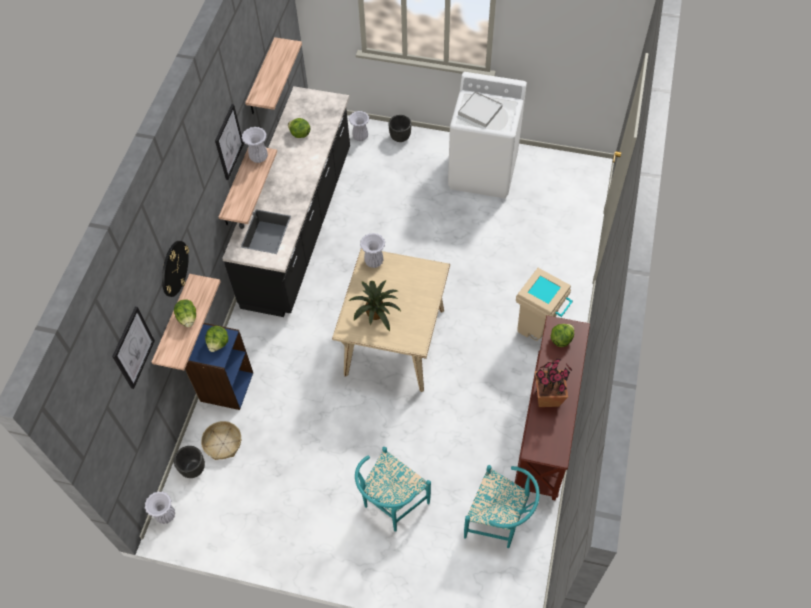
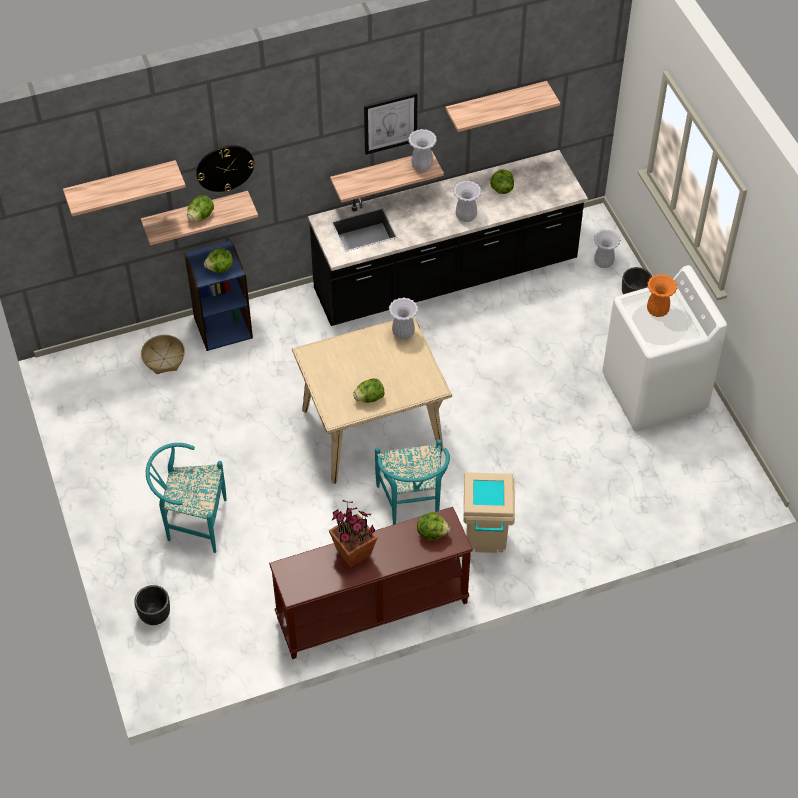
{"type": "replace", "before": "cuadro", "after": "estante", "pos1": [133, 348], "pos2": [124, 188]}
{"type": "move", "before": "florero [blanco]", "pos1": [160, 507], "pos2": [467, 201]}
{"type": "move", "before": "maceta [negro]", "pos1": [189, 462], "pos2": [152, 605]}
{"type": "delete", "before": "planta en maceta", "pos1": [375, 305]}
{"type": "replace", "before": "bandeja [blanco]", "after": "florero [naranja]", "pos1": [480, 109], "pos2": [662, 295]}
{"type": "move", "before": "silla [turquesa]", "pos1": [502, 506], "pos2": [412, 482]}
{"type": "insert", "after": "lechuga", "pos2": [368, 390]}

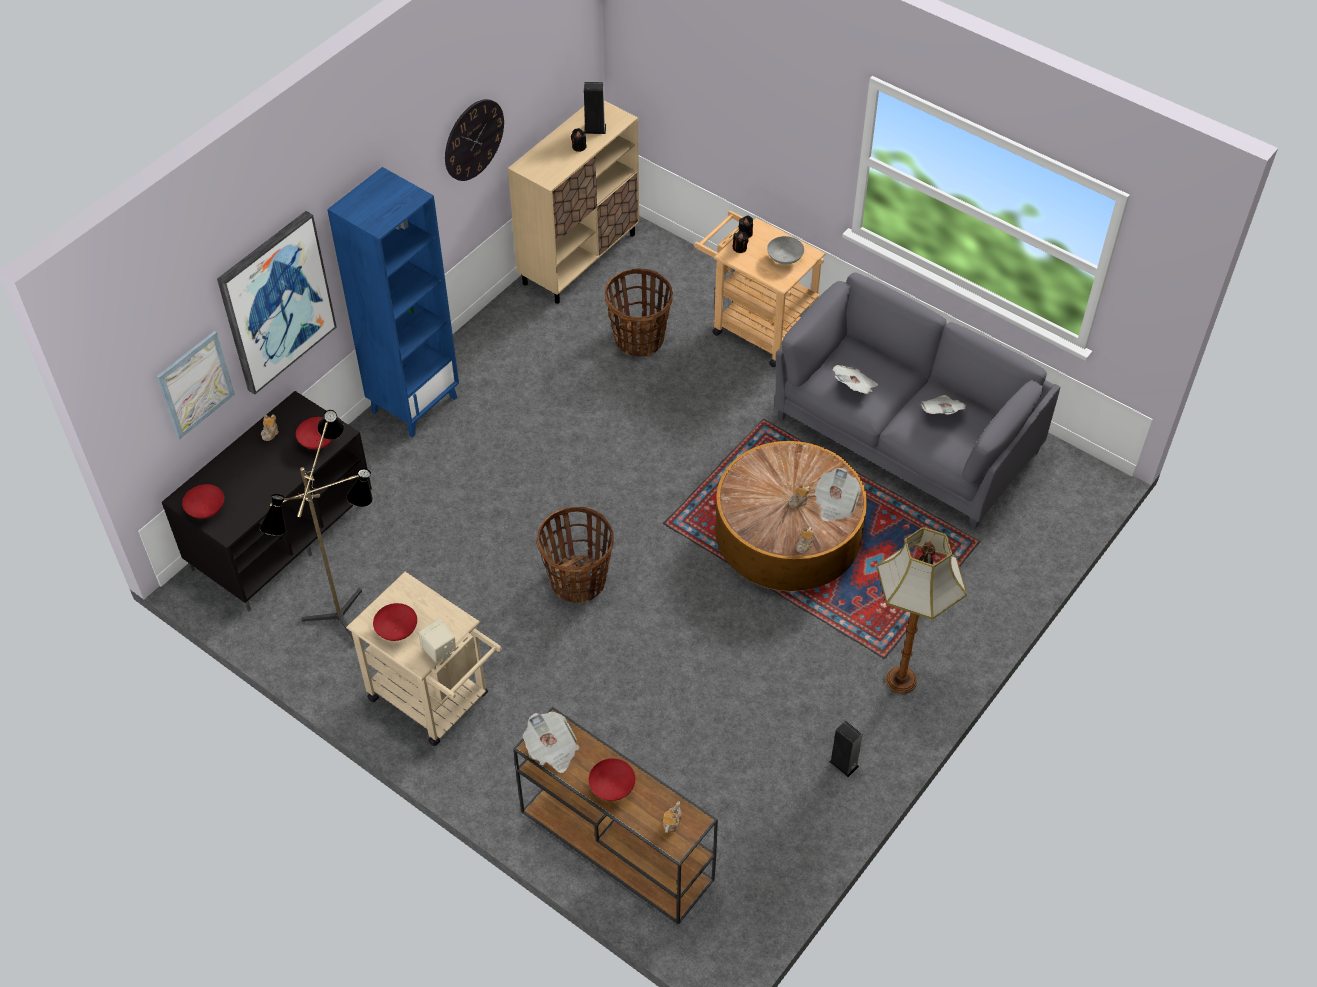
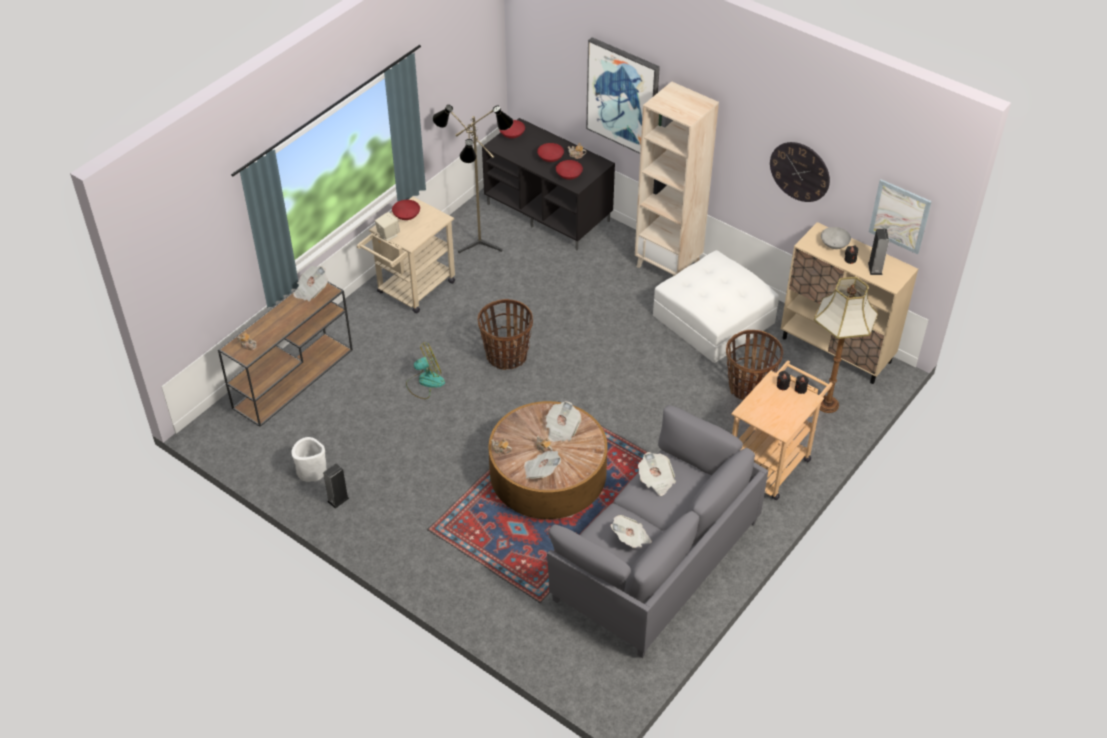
{"type": "move", "before": "cuadro", "pos1": [196, 385], "pos2": [900, 216]}
{"type": "recolor", "before": "estantería [azul]", "after": "estantería [beis]", "pos1": [393, 302], "pos2": [677, 178]}
{"type": "move", "before": "cuenco [rojo]", "pos1": [612, 780], "pos2": [550, 152]}
{"type": "move", "before": "cuenco [gris]", "pos1": [785, 250], "pos2": [836, 238]}
{"type": "move", "before": "lámpara de pie", "pos1": [922, 610], "pos2": [846, 345]}
{"type": "insert", "after": "maceta [blanco]", "pos2": [309, 459]}
{"type": "insert", "after": "ventilador", "pos2": [425, 371]}
{"type": "insert", "after": "periódico", "pos2": [563, 421]}
{"type": "insert", "after": "puf [blanco]", "pos2": [716, 306]}

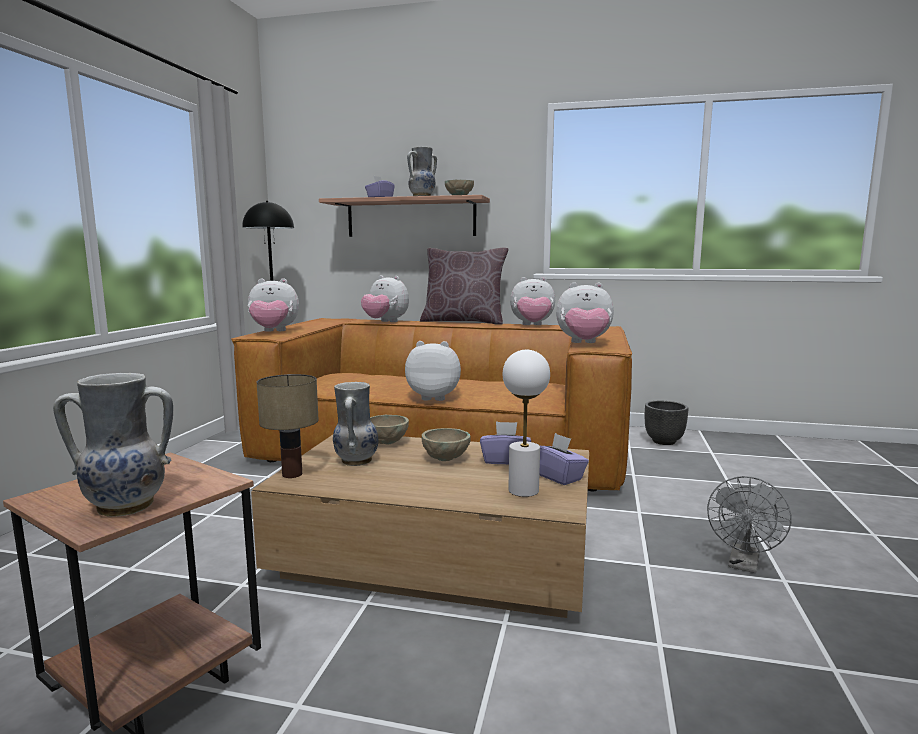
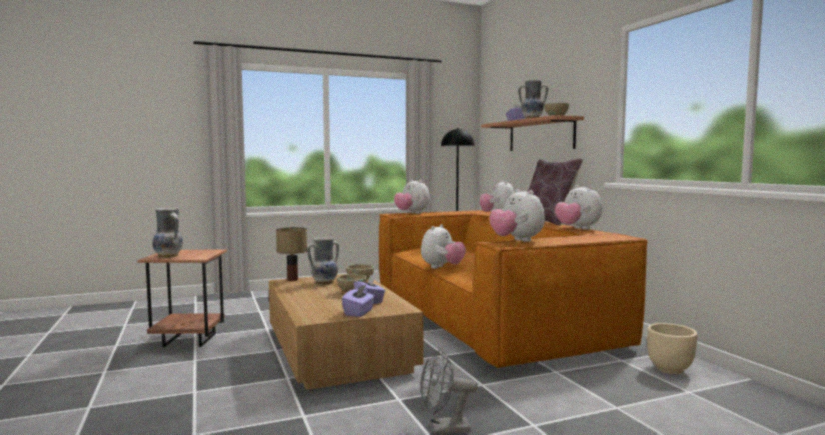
{"type": "rotate", "before": "peluche", "pos1": [433, 371], "pos2": [443, 246], "turn": 60}
{"type": "delete", "before": "lámpara de mesa [blanco]", "pos1": [526, 423]}
{"type": "recolor", "before": "maceta [negro]", "after": "maceta [beis]", "pos1": [666, 423], "pos2": [672, 348]}

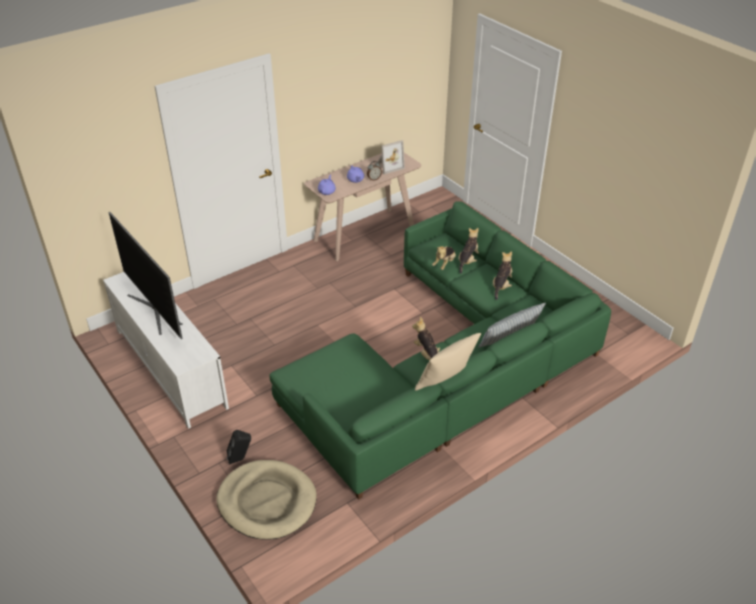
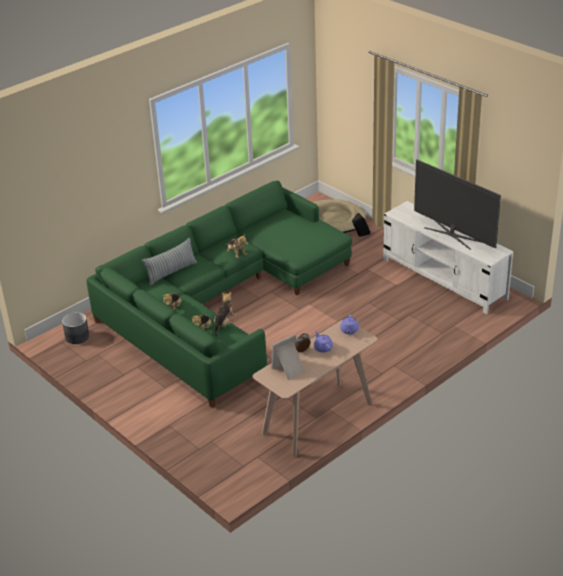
{"type": "delete", "before": "cojín [beis]", "pos1": [448, 361]}
{"type": "insert", "after": "maceta [gris]", "pos2": [75, 328]}

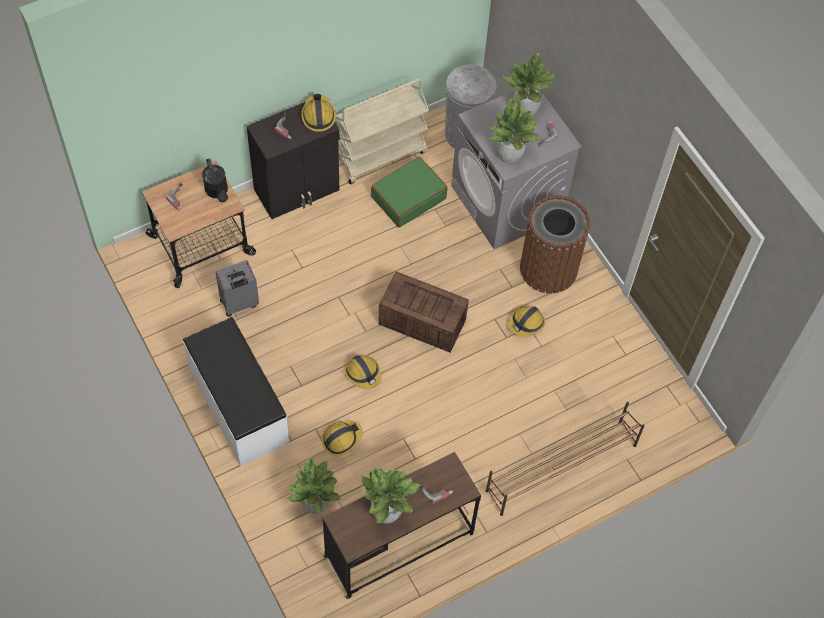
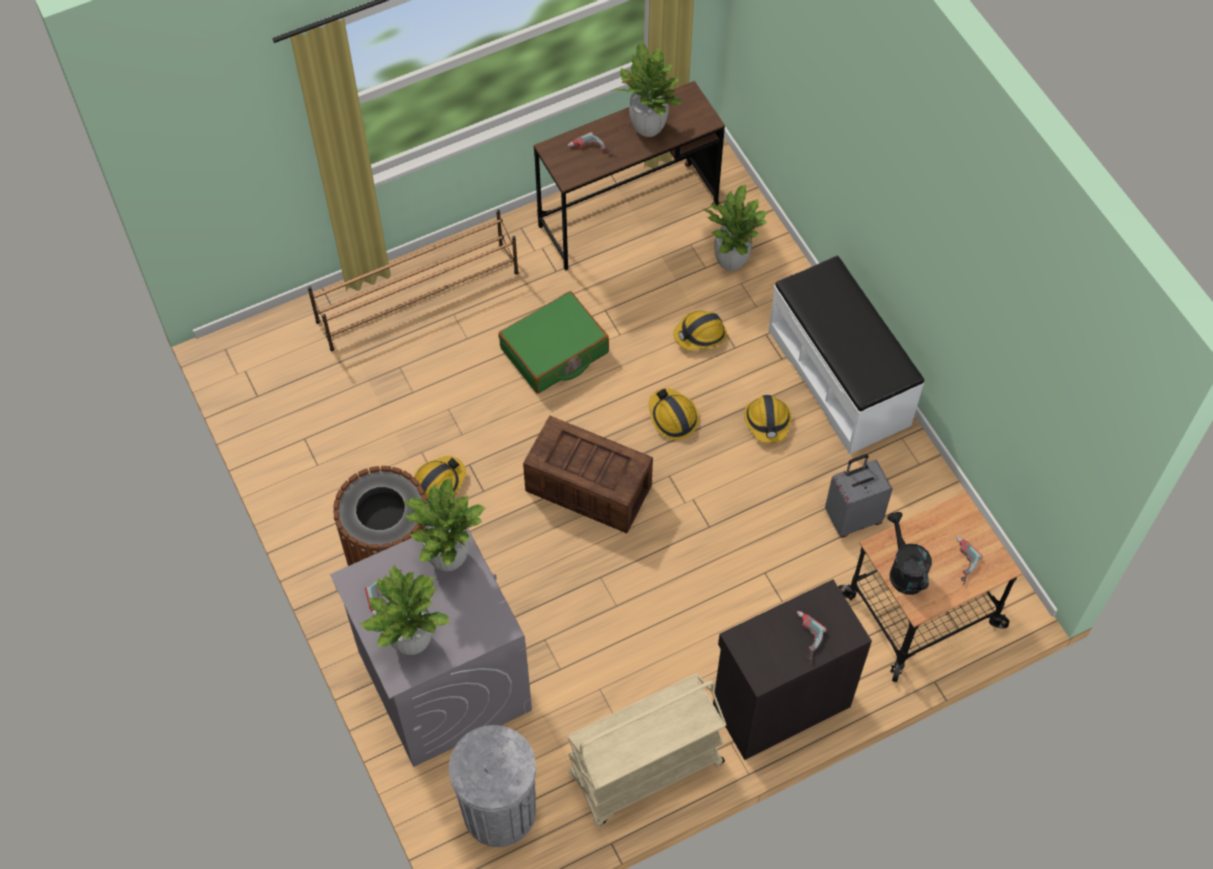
{"type": "move", "before": "casco", "pos1": [318, 113], "pos2": [768, 419]}
{"type": "move", "before": "maleta [verde]", "pos1": [409, 192], "pos2": [554, 342]}

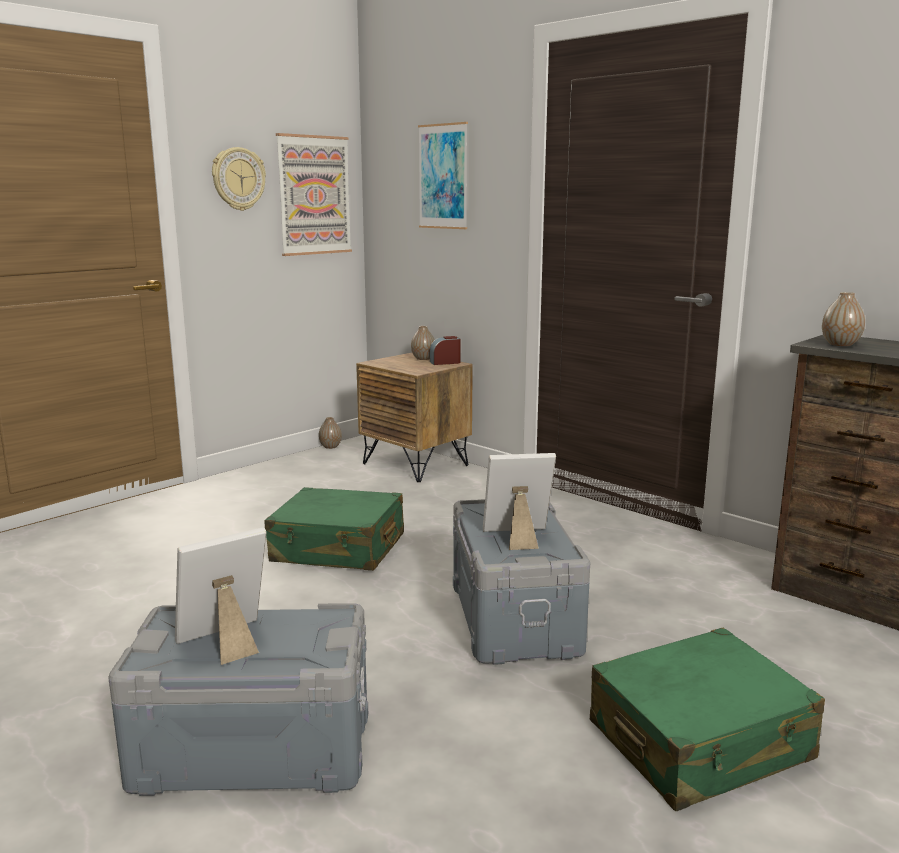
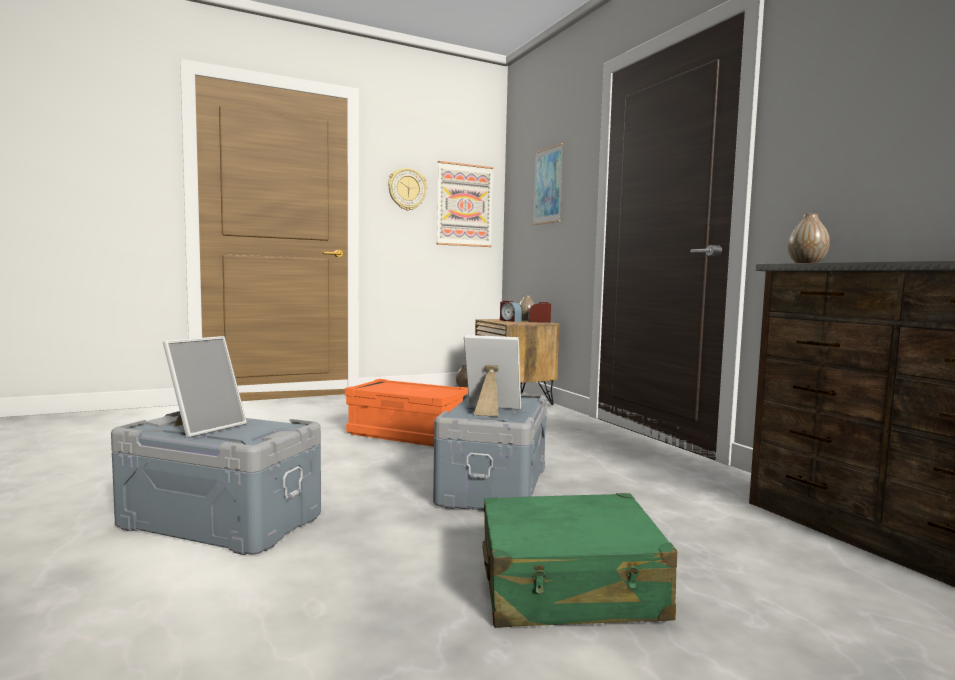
{"type": "rotate", "before": "portarretratos", "pos1": [220, 596], "pos2": [205, 387], "turn": 135}
{"type": "replace", "before": "maleta [verde]", "after": "caja de almacenaje [naranja]", "pos1": [334, 529], "pos2": [406, 413]}
{"type": "insert", "after": "despertador", "pos2": [511, 311]}

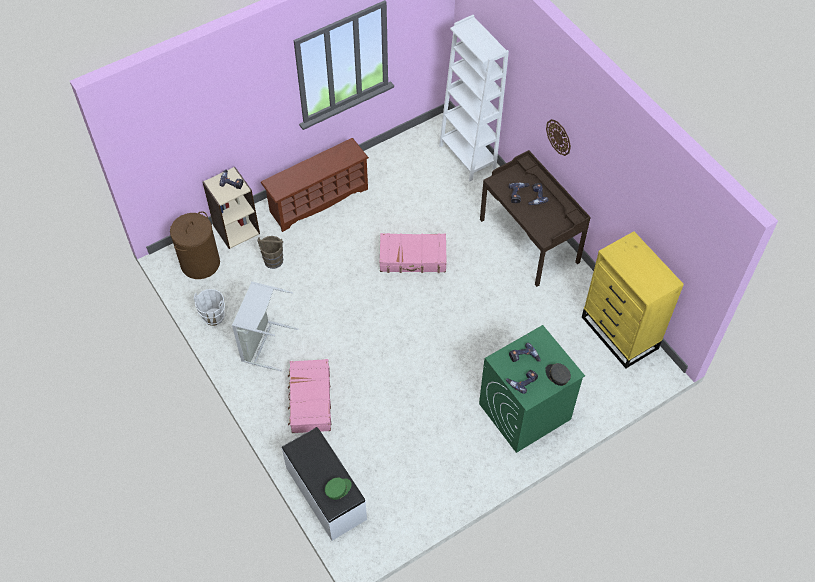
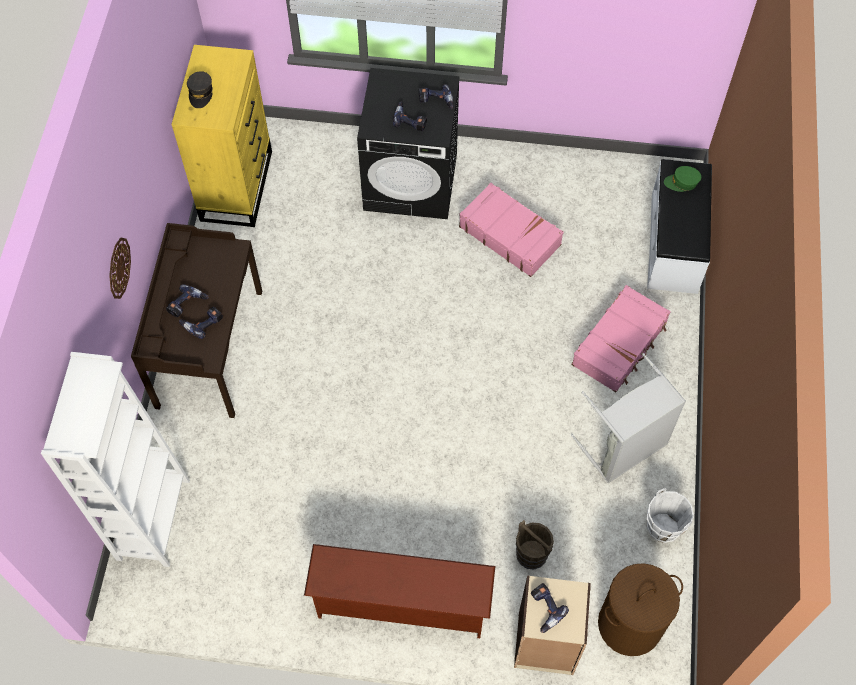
{"type": "move", "before": "maleta [rosa]", "pos1": [413, 253], "pos2": [511, 230]}
{"type": "recolor", "before": "lavadora [verde]", "after": "lavadora [negro]", "pos1": [532, 389], "pos2": [408, 143]}
{"type": "move", "before": "gorra [gris]", "pos1": [558, 374], "pos2": [200, 89]}

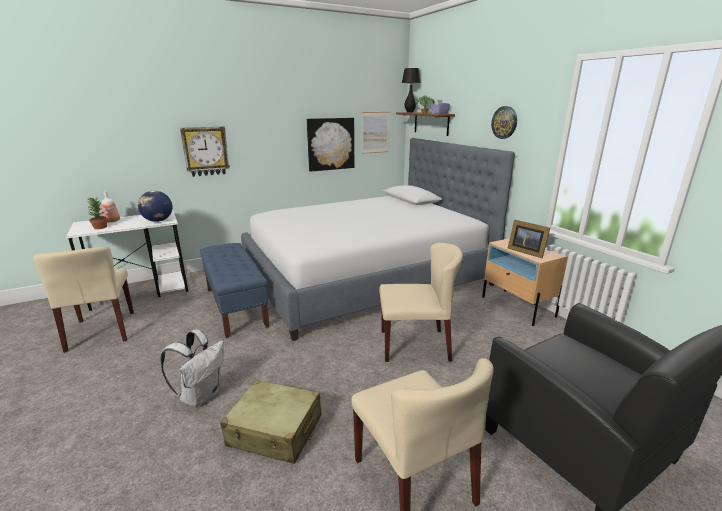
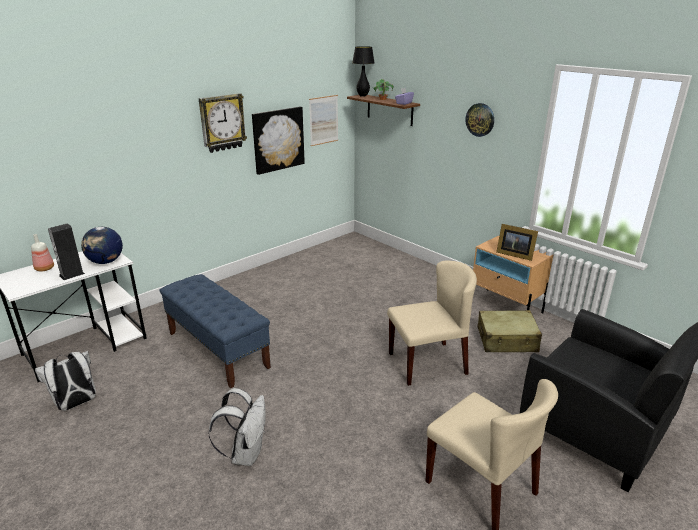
{"type": "replace", "before": "silla [beis]", "after": "mochila [blanco]", "pos1": [83, 299], "pos2": [65, 381]}
{"type": "delete", "before": "planta en maceta", "pos1": [97, 213]}
{"type": "move", "before": "reloj de pared", "pos1": [205, 152], "pos2": [223, 123]}
{"type": "move", "before": "maleta [beis]", "pos1": [270, 422], "pos2": [509, 331]}
{"type": "delete", "before": "cama", "pos1": [378, 239]}
{"type": "insert", "after": "altavoz", "pos2": [66, 251]}

